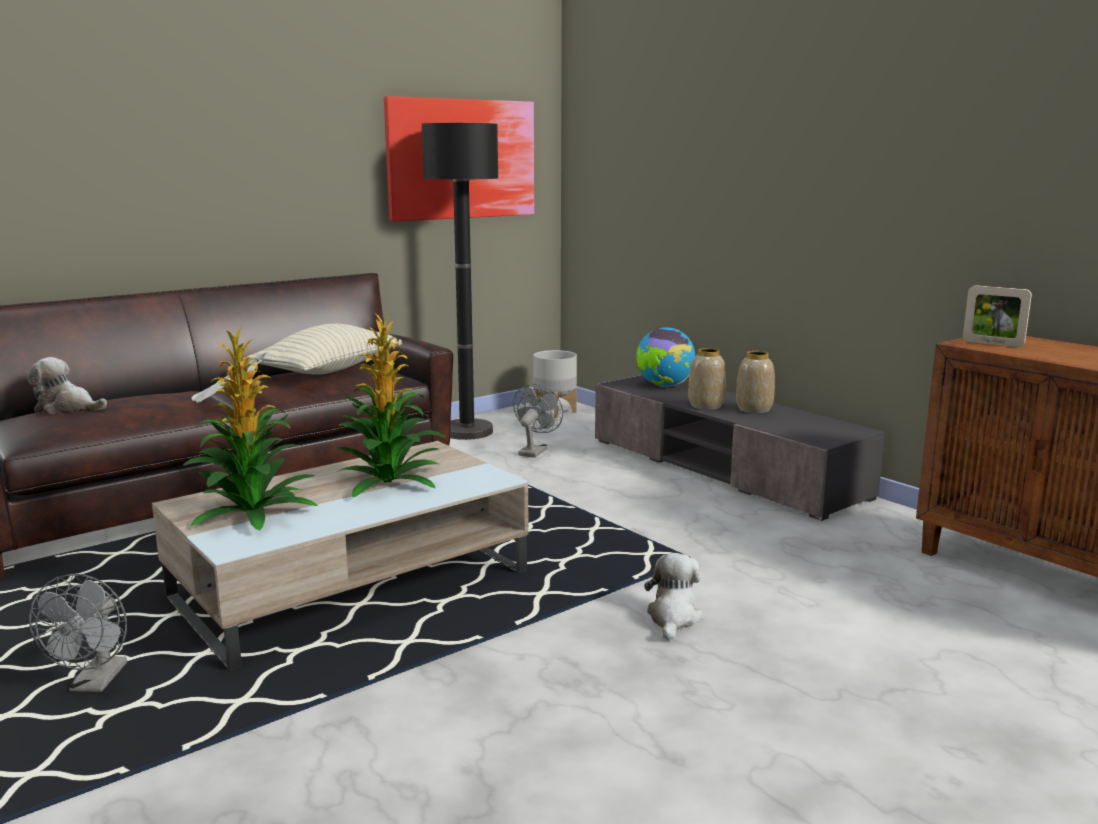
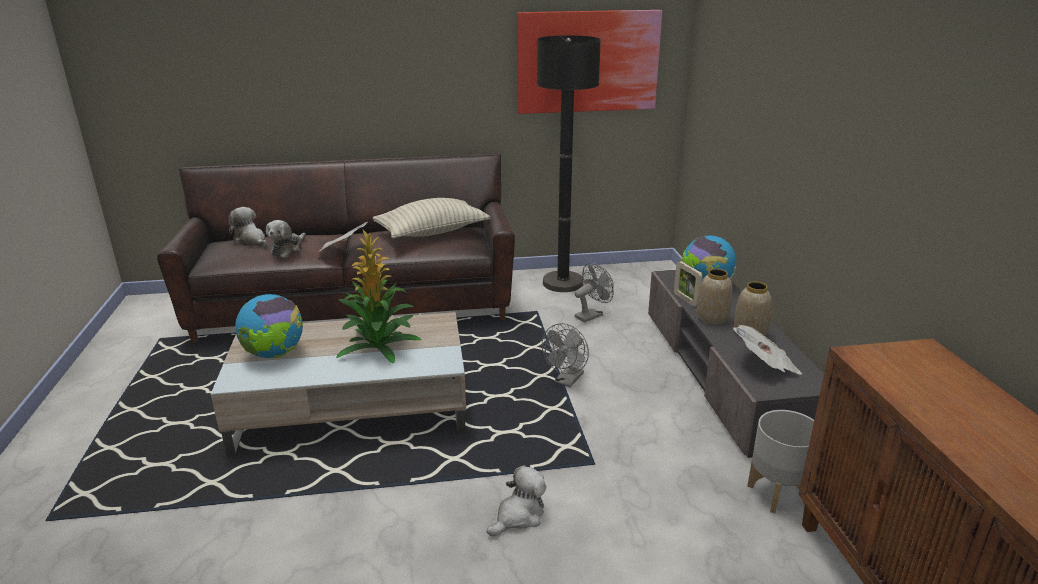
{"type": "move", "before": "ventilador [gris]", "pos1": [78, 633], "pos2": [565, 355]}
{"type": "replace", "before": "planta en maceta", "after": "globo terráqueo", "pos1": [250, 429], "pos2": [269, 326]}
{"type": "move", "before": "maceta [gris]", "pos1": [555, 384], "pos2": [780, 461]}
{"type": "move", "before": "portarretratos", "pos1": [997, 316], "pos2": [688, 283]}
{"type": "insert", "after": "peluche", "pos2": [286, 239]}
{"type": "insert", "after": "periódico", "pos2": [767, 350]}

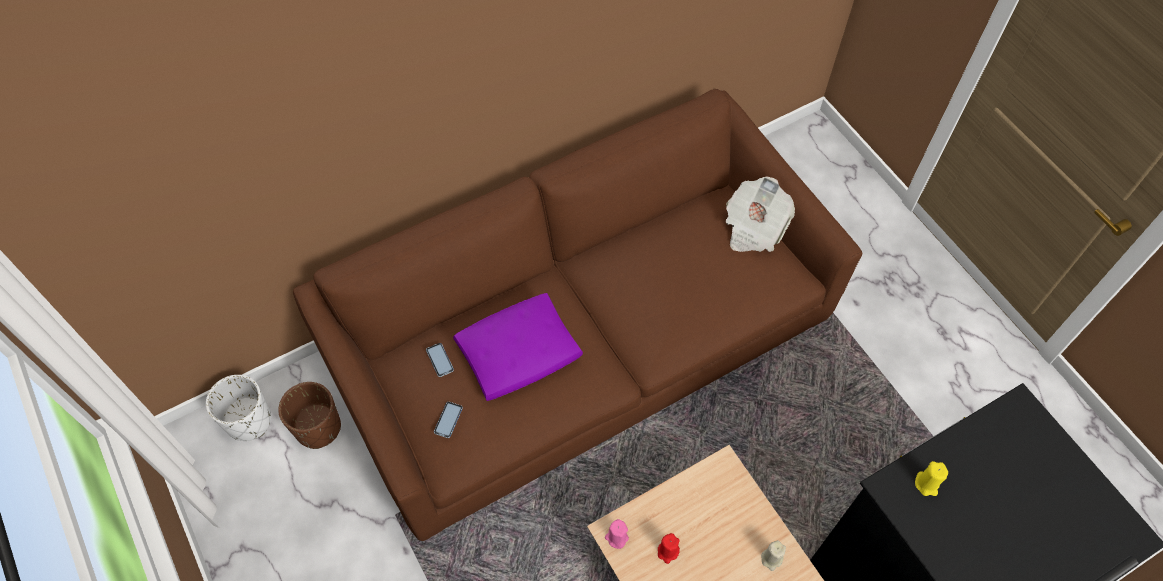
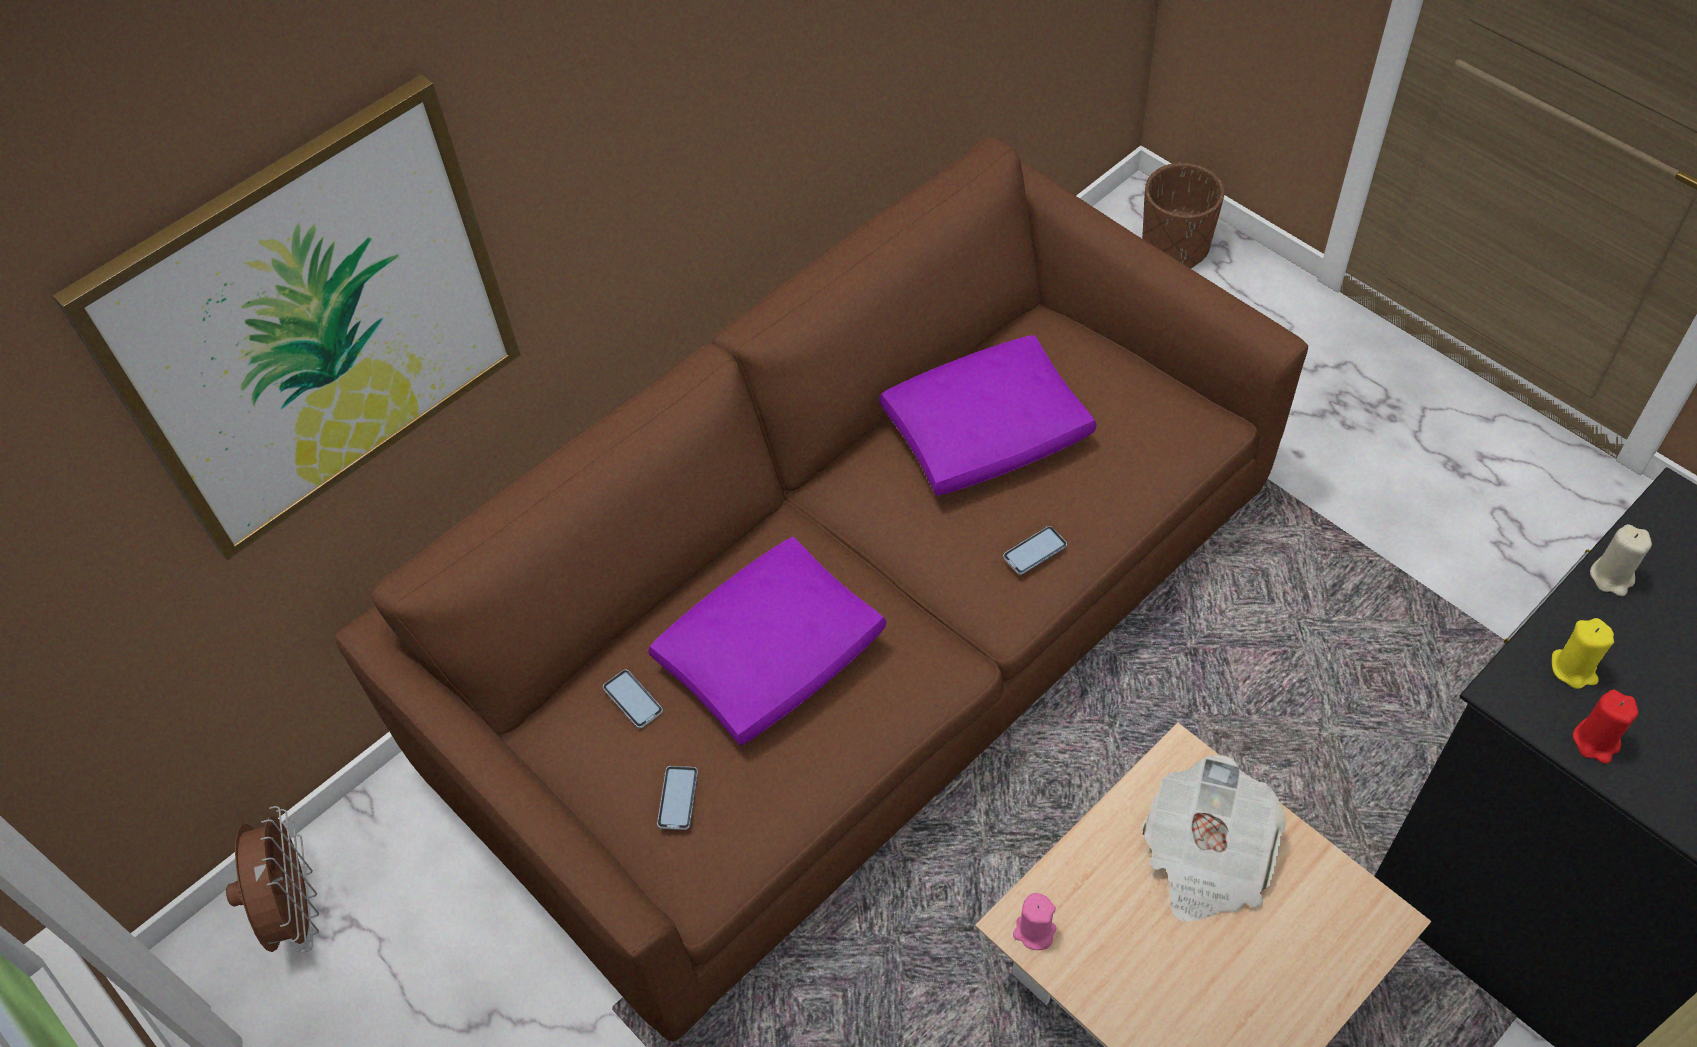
{"type": "replace", "before": "maceta [blanco]", "after": "ventilador [marrón]", "pos1": [238, 408], "pos2": [272, 879]}
{"type": "move", "before": "maceta [marrón]", "pos1": [309, 415], "pos2": [1183, 216]}
{"type": "move", "before": "vela [rojo]", "pos1": [669, 548], "pos2": [1605, 727]}
{"type": "move", "before": "periódico", "pos1": [760, 214], "pos2": [1214, 838]}
{"type": "move", "before": "vela [beis]", "pos1": [773, 555], "pos2": [1621, 560]}
{"type": "insert", "after": "cuadro", "pos2": [287, 317]}
{"type": "insert", "after": "cojín [morado]", "pos2": [987, 415]}
{"type": "insert", "after": "móvil", "pos2": [1035, 550]}

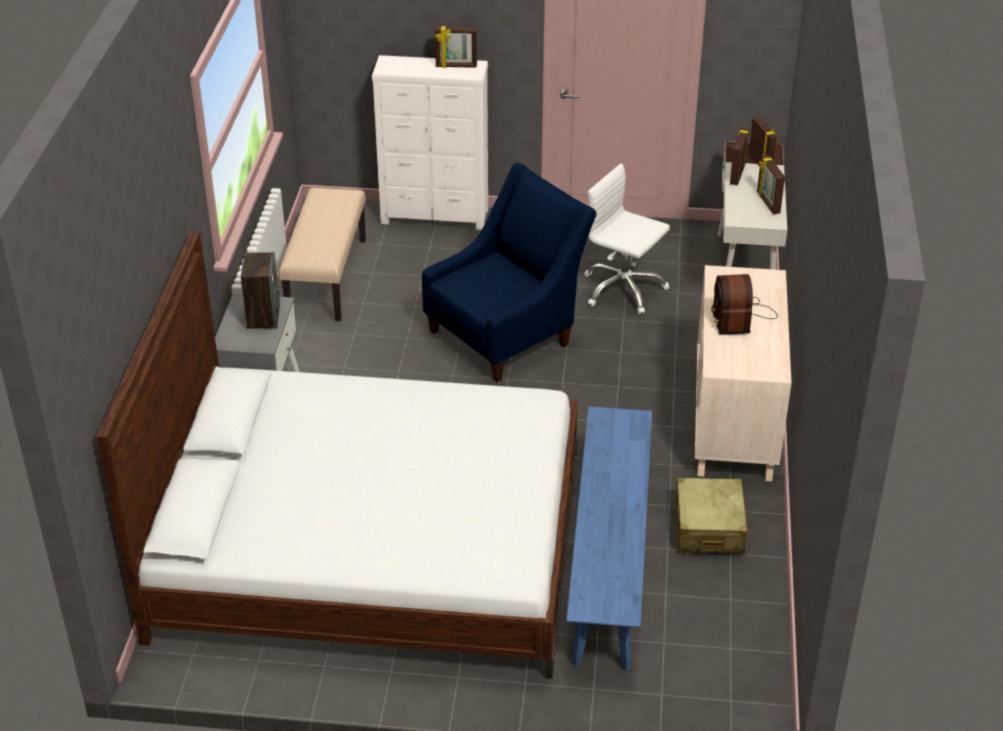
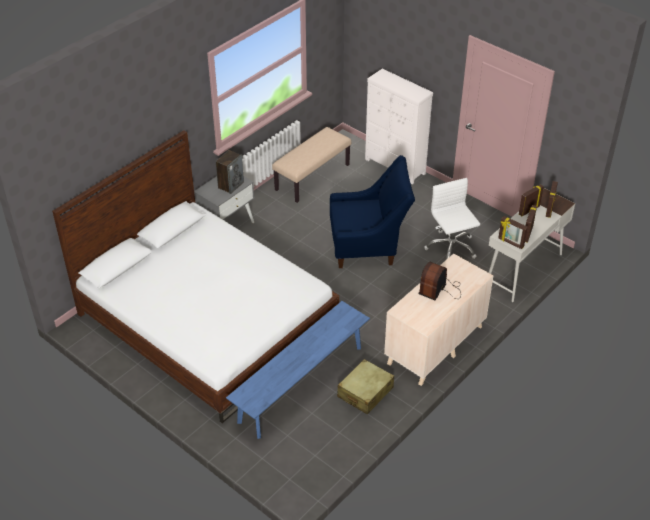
{"type": "move", "before": "portarretratos", "pos1": [456, 47], "pos2": [513, 232]}

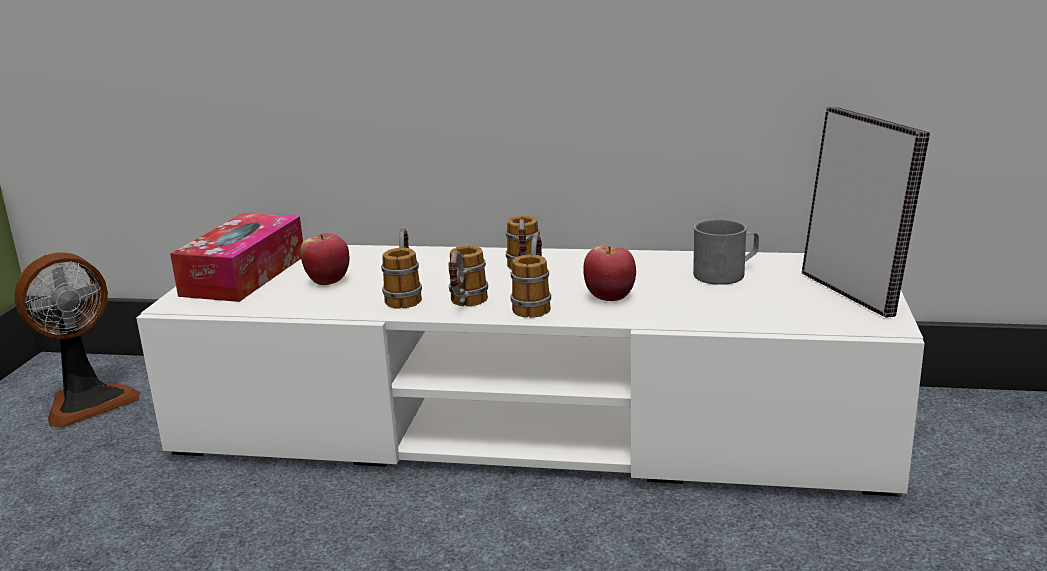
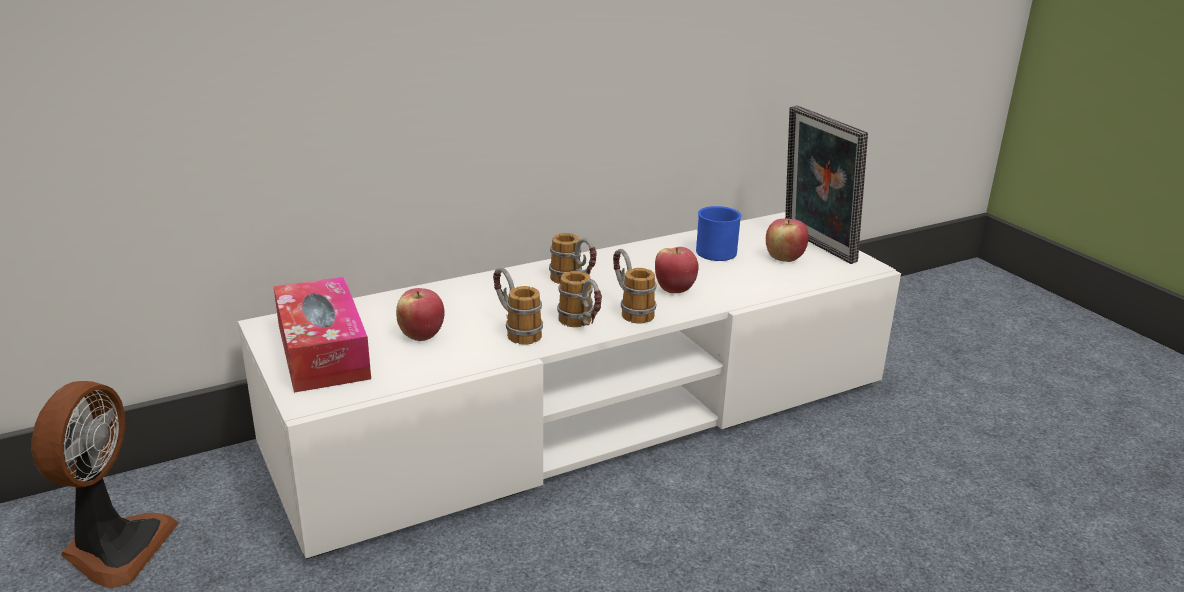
{"type": "recolor", "before": "taza grande [gris]", "after": "taza grande [azul]", "pos1": [726, 252], "pos2": [718, 233]}
{"type": "rotate", "before": "portarretratos", "pos1": [866, 212], "pos2": [826, 184], "turn": -150}
{"type": "insert", "after": "manzana", "pos2": [787, 240]}

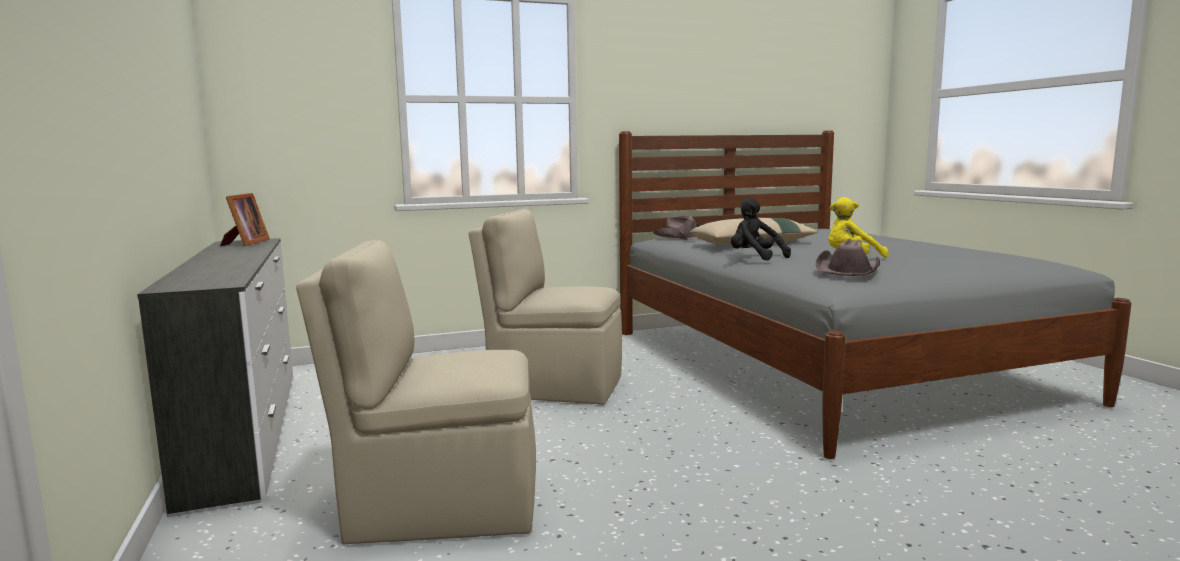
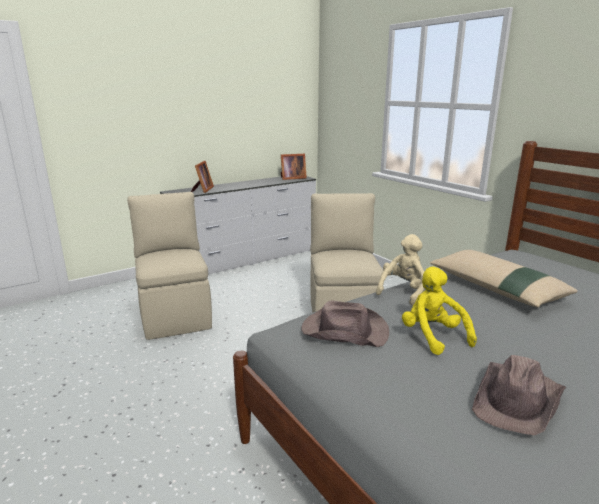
{"type": "move", "before": "sombrero [marrón]", "pos1": [677, 227], "pos2": [519, 395]}
{"type": "recolor", "before": "peluche [negro]", "after": "peluche [beis]", "pos1": [761, 229], "pos2": [400, 269]}
{"type": "insert", "after": "portarretratos", "pos2": [202, 177]}

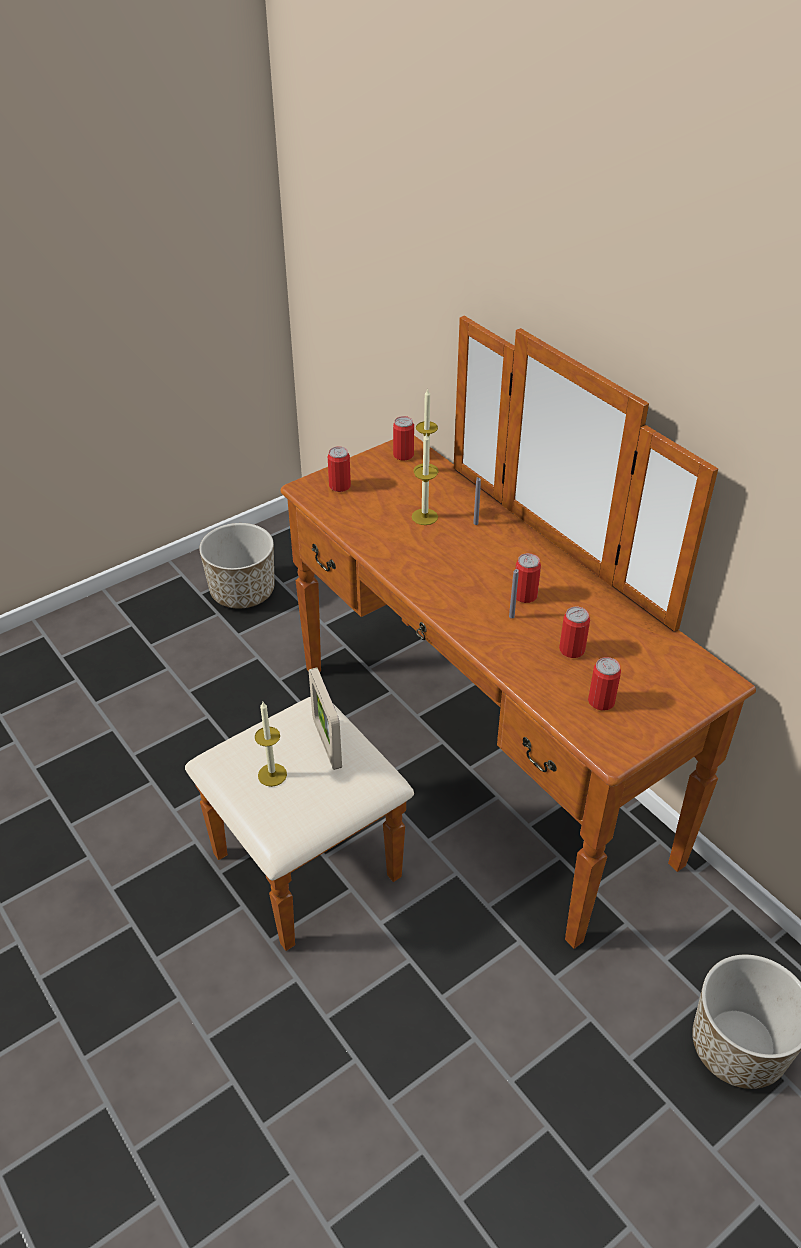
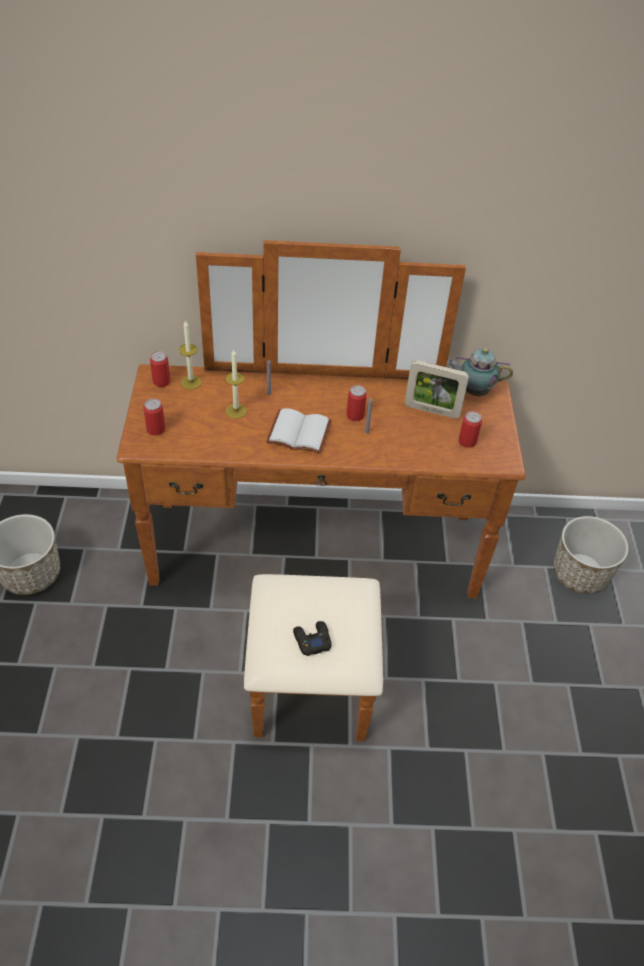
{"type": "replace", "before": "vela", "after": "mando de consola [negro]", "pos1": [271, 744], "pos2": [312, 638]}
{"type": "move", "before": "portarretratos", "pos1": [325, 719], "pos2": [437, 389]}
{"type": "delete", "before": "lata", "pos1": [574, 632]}
{"type": "insert", "after": "libro [blanco]", "pos2": [299, 431]}
{"type": "insert", "after": "tetera", "pos2": [480, 372]}

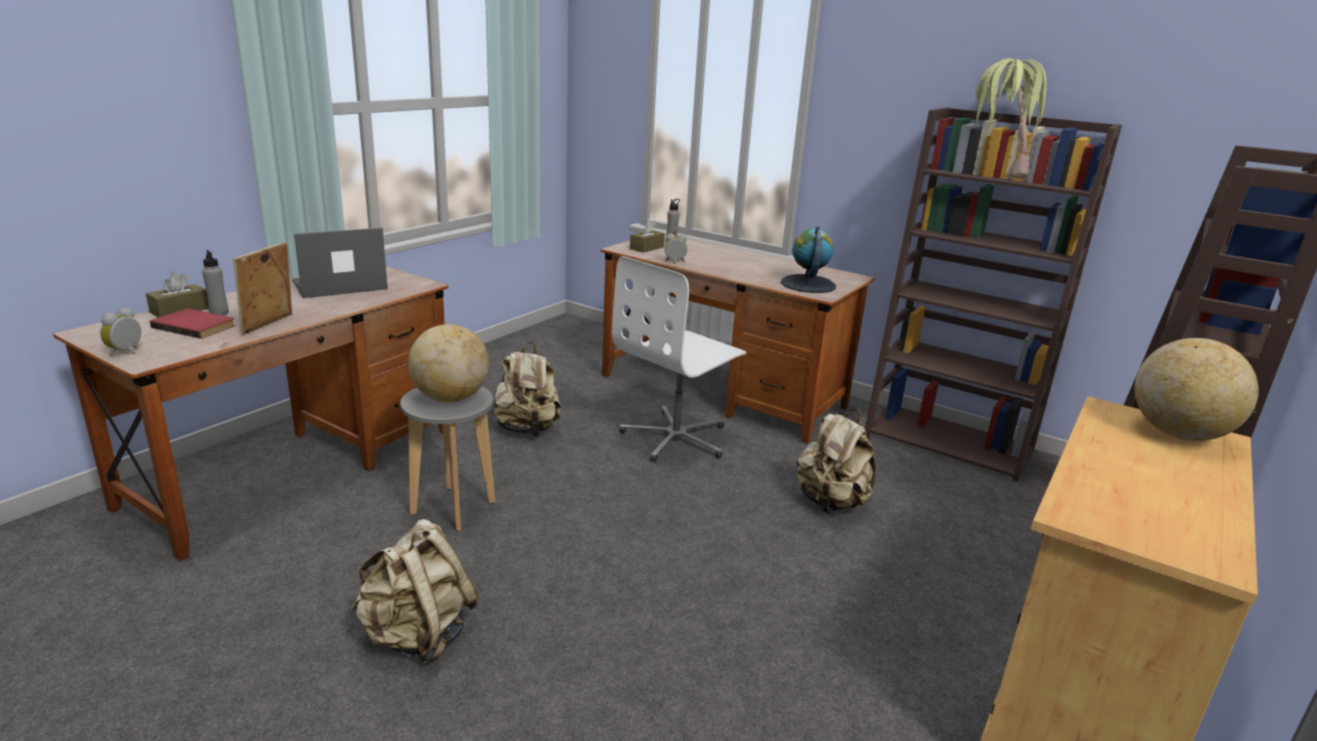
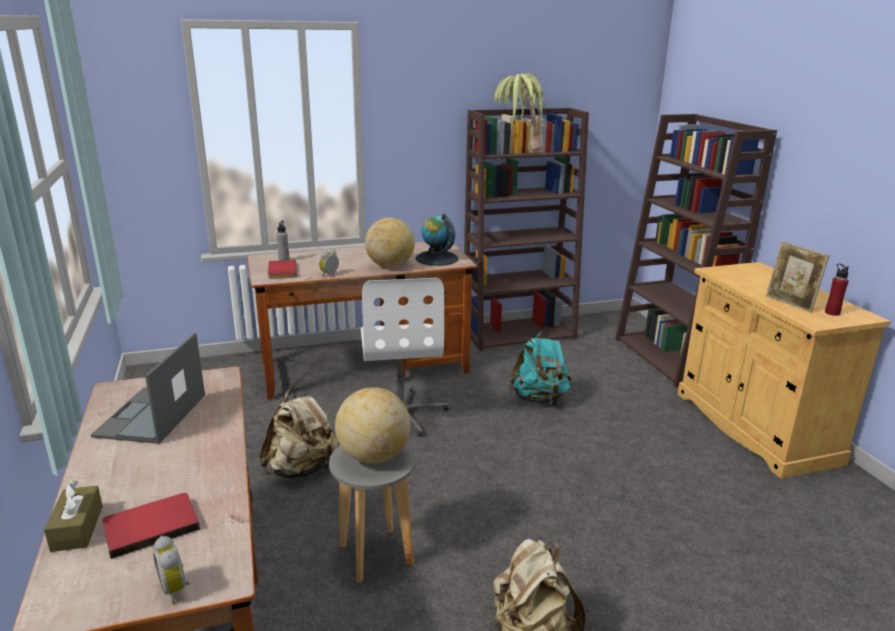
{"type": "delete", "before": "botella [gris]", "pos1": [215, 282]}
{"type": "move", "before": "portarretratos", "pos1": [262, 288], "pos2": [797, 277]}
{"type": "replace", "before": "caja de pañuelos [marrón]", "after": "libro [rojo]", "pos1": [647, 236], "pos2": [282, 269]}
{"type": "recolor", "before": "mochila [beis]", "after": "mochila [turquesa]", "pos1": [835, 461], "pos2": [540, 367]}
{"type": "move", "before": "globo terráqueo", "pos1": [1196, 389], "pos2": [390, 243]}
{"type": "insert", "after": "botella [rojo]", "pos2": [837, 289]}

